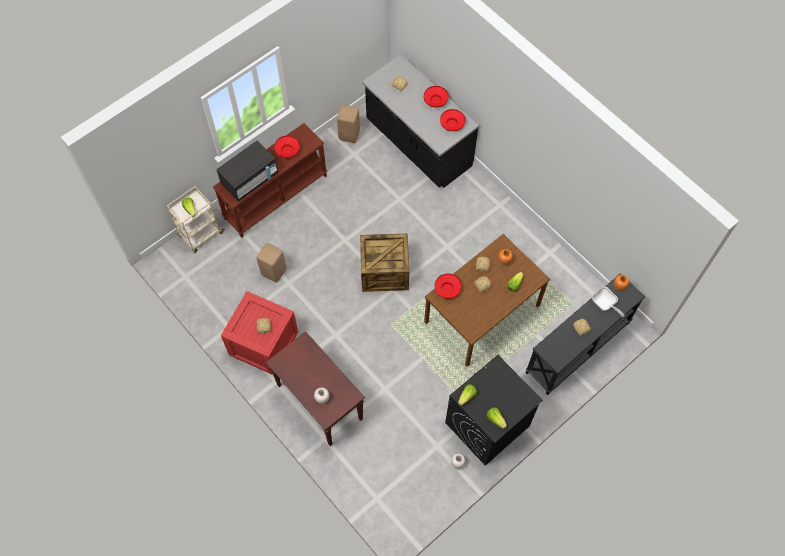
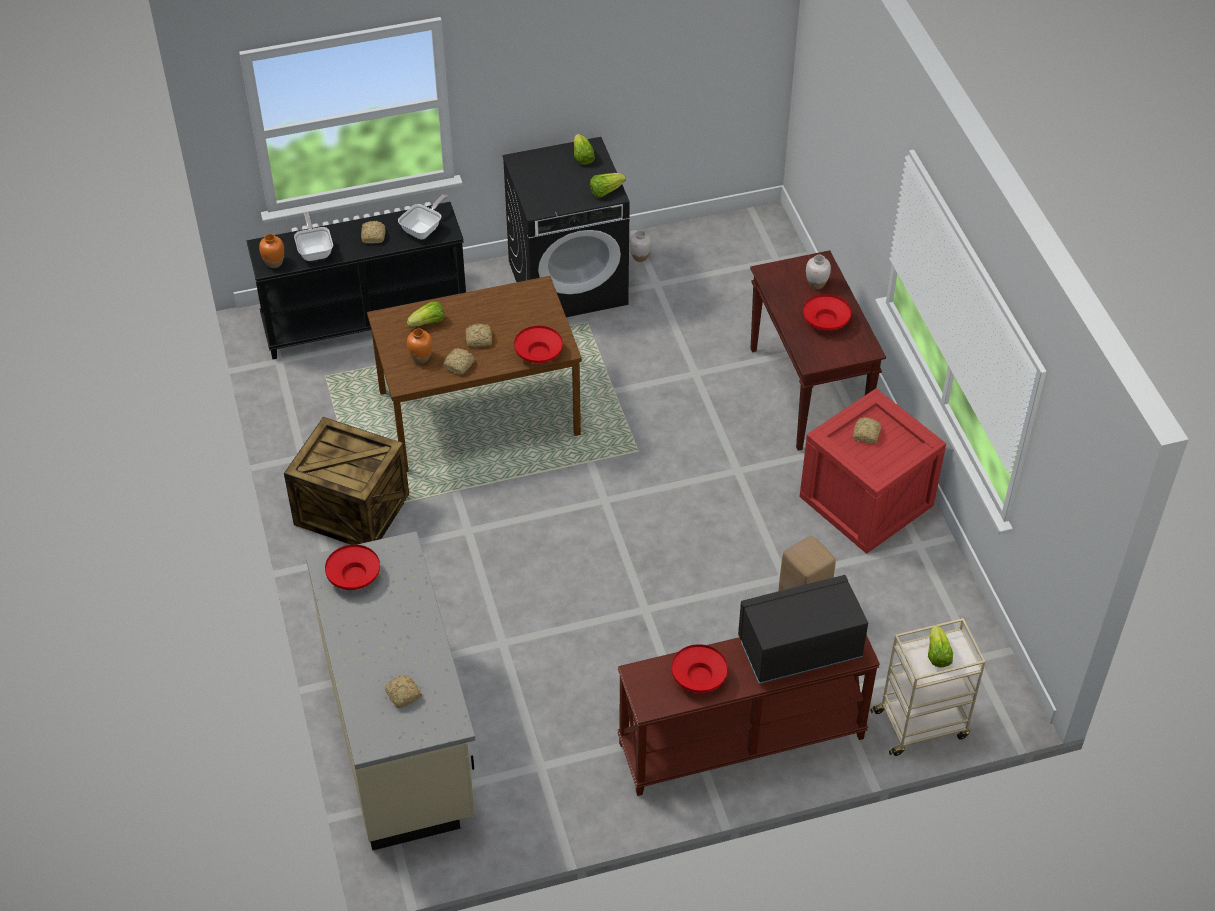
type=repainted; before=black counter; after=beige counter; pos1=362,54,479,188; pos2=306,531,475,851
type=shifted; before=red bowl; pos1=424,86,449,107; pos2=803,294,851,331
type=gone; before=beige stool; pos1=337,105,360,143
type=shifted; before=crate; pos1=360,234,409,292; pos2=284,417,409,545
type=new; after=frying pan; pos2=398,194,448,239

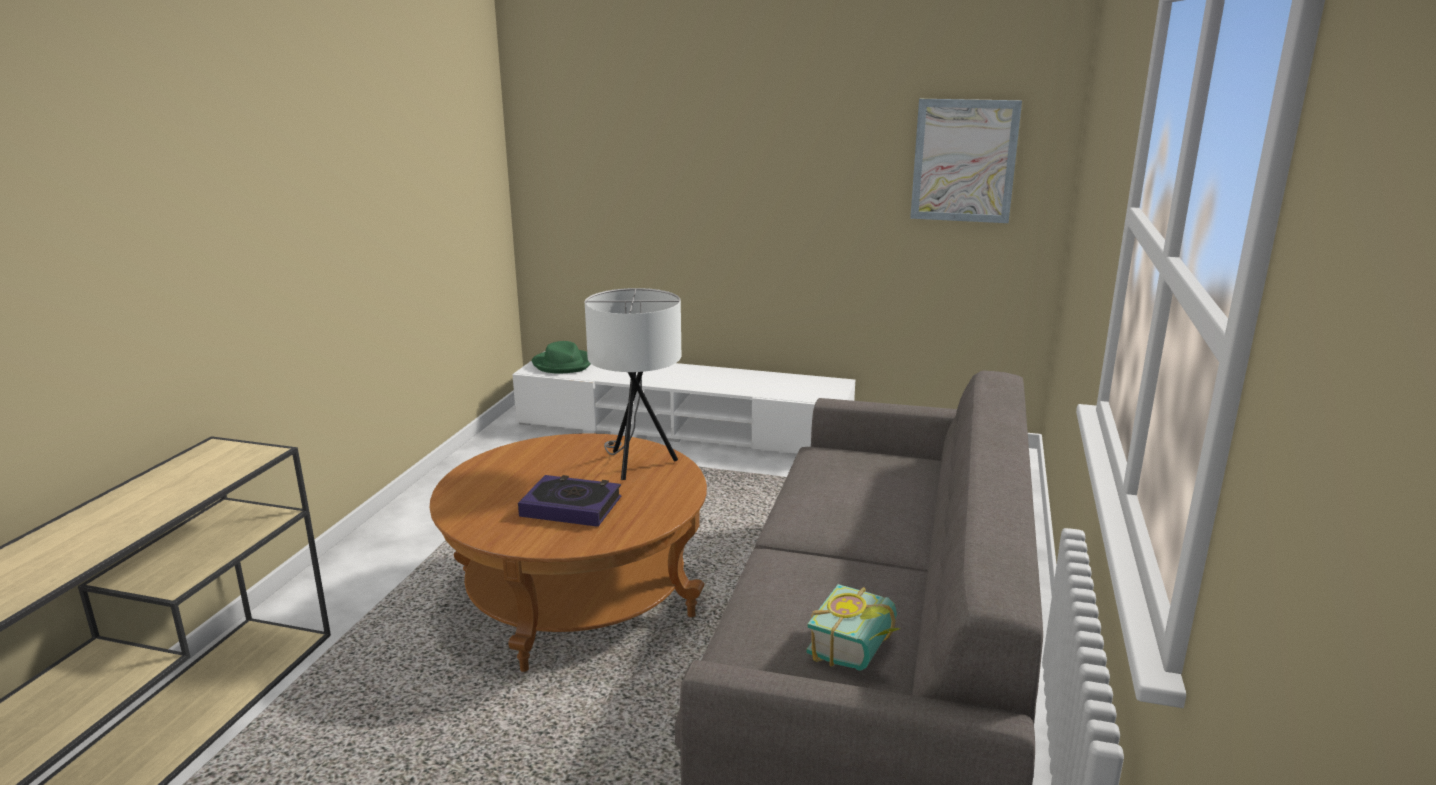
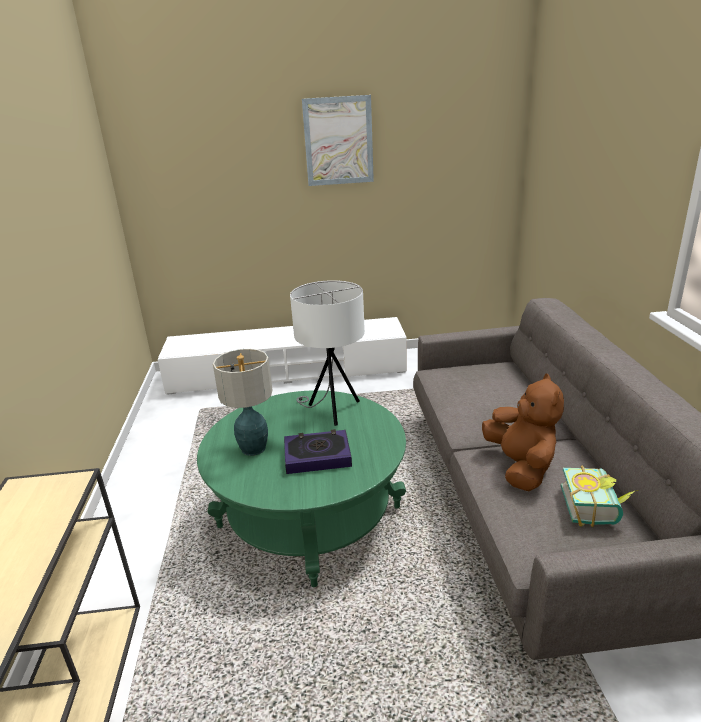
type=shifted; before=picture; pos1=910,99,1022,223; pos2=302,95,374,186
type=gone; before=green hat; pos1=532,341,591,374
type=repainted; before=brown coffee table; after=green coffee table; pos1=430,433,707,672; pos2=197,390,406,587
type=new; after=table lamp; pos2=213,349,273,456
type=new; after=brown plush toy; pos2=482,373,564,491

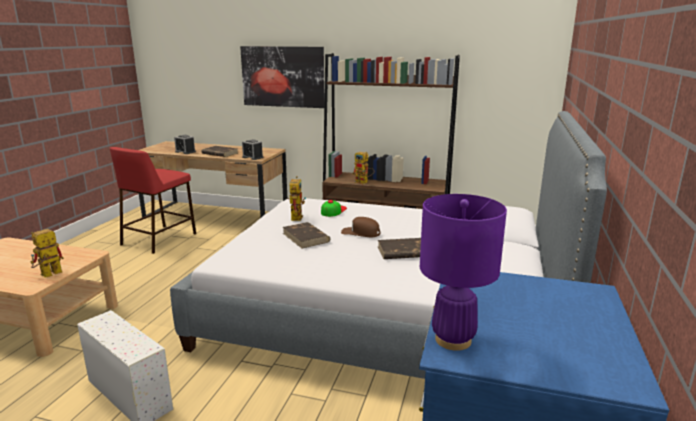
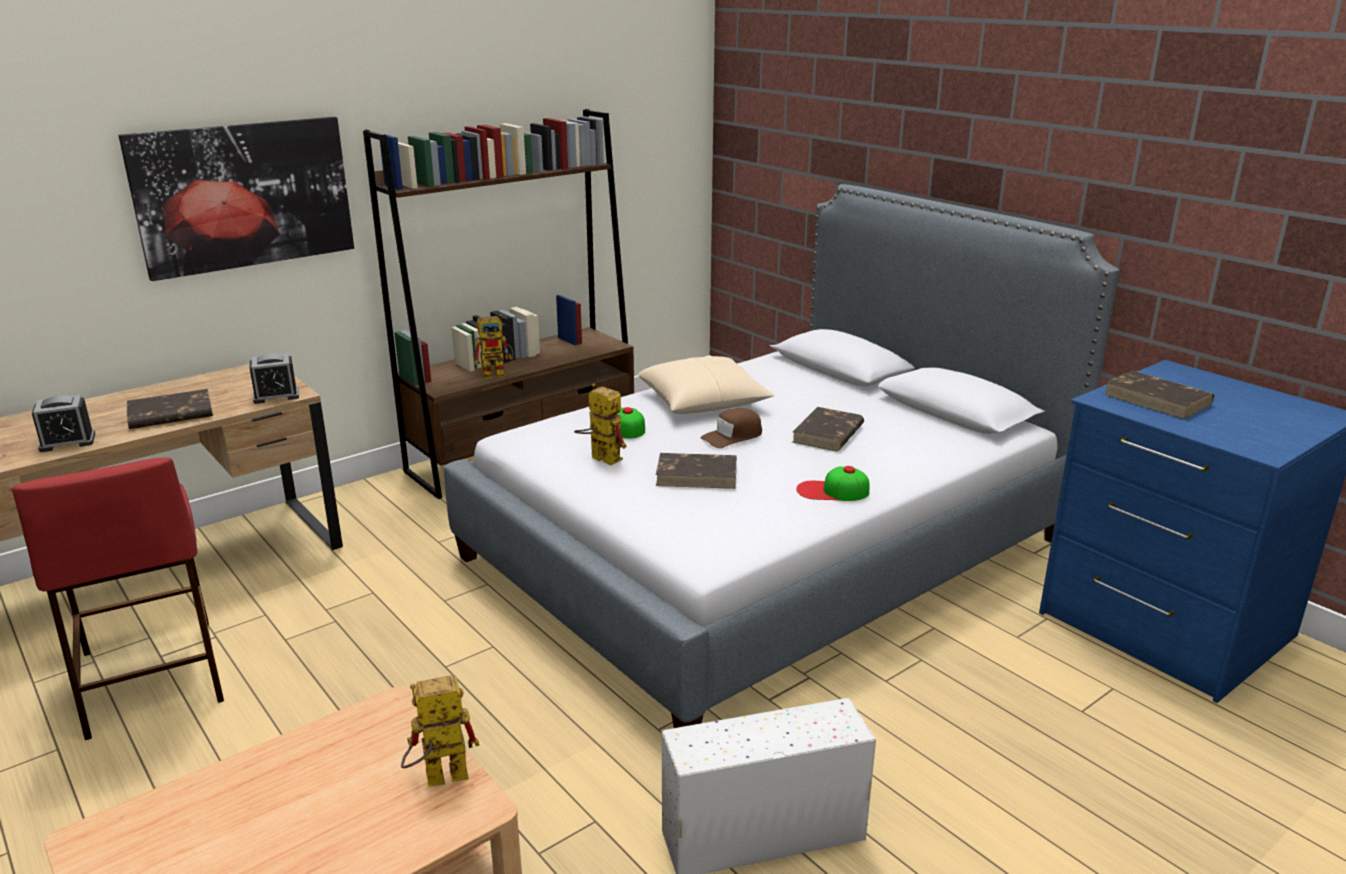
type=gone; before=purple table lamp; pos1=420,194,507,351
type=rotated; before=toy robot; pos1=30,229,64,278; pos2=401,675,479,787; turn=90
type=new; after=beige pillow; pos2=638,356,775,414
type=new; after=brown book; pos2=1104,371,1214,419
type=new; after=cap; pos2=796,466,869,501

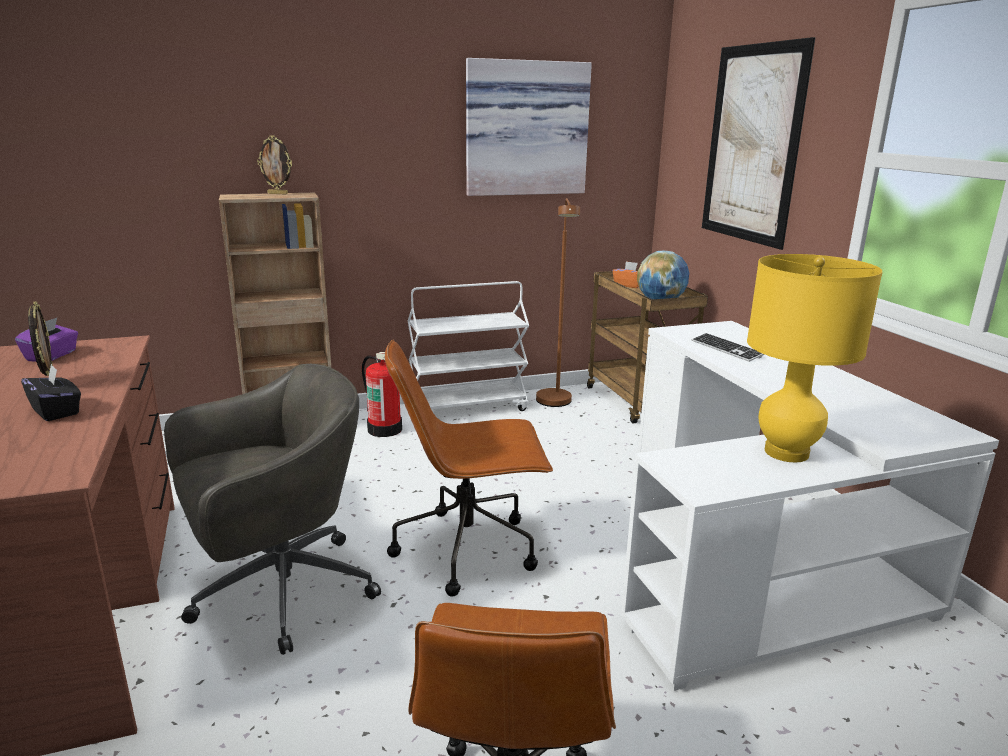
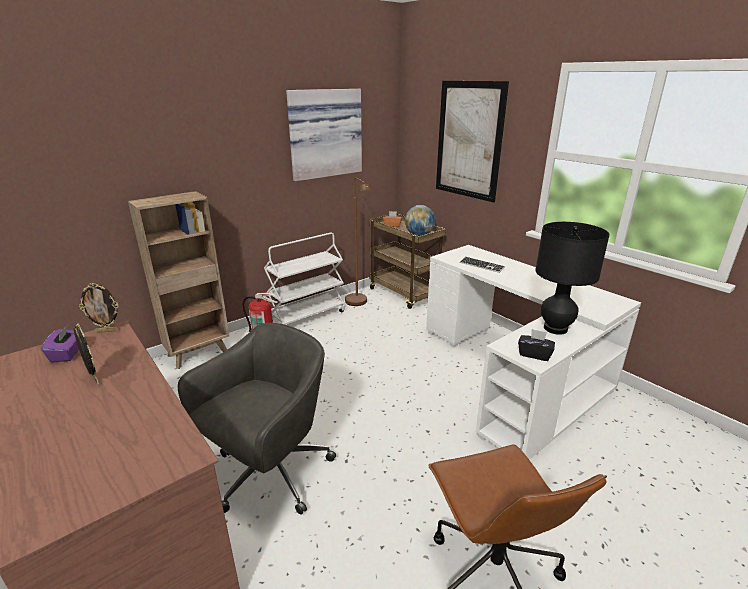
type=shifted; before=picture frame; pos1=257,135,292,194; pos2=79,283,119,333
type=repainted; before=yellow table lamp; after=black table lamp; pos1=747,254,883,463; pos2=535,222,610,335
type=gone; before=brown office chair; pos1=385,340,553,596
type=shifted; before=black tissue box; pos1=21,364,81,421; pos2=518,329,555,361

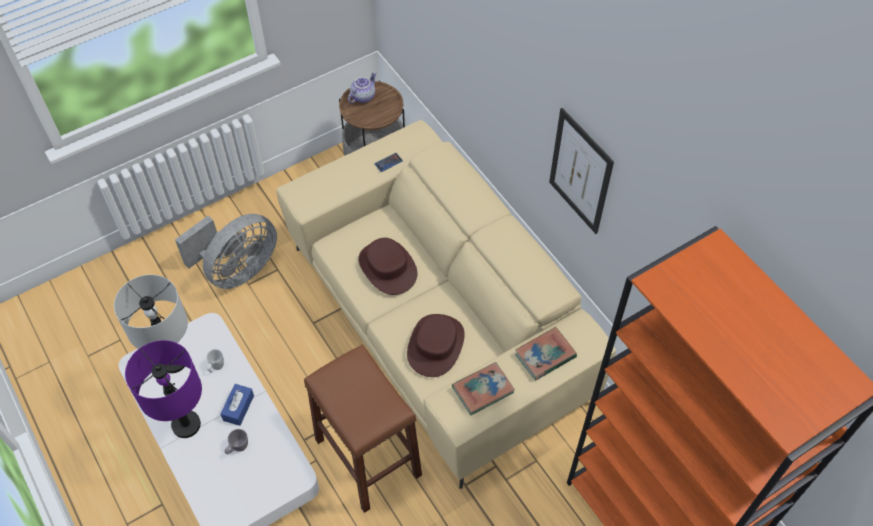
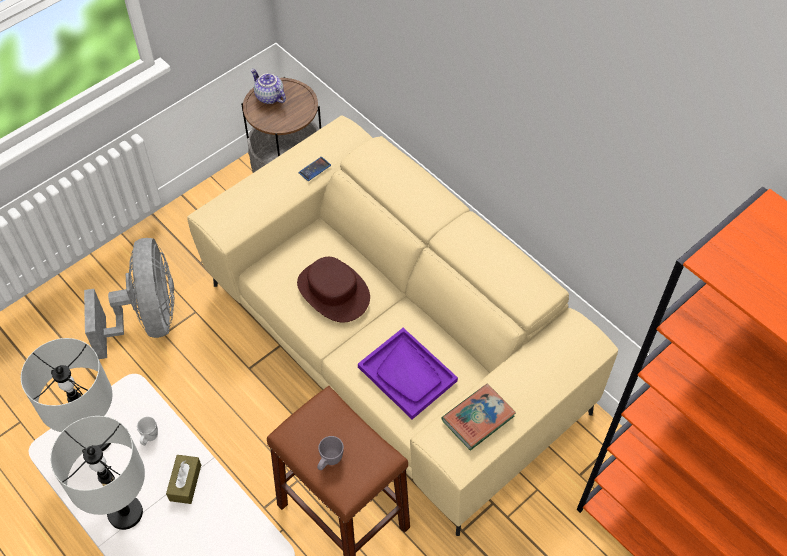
type=rotated; before=teapot; pos1=348,72,376,103; pos2=251,69,286,104; turn=-75
type=gone; before=picture; pos1=549,108,614,234
type=rotated; before=grey fan; pos1=175,214,277,289; pos2=84,238,175,359; turn=-45
type=swapped; before=brown hat; after=purple tray; pos1=407,314,465,377; pos2=358,328,458,419
type=gone; before=book; pos1=515,327,577,381
type=repainted; before=purple table lamp; after=grey table lamp; pos1=125,340,202,438; pos2=50,416,145,530
type=repainted; before=blue tissue box; after=brown tissue box; pos1=221,384,254,426; pos2=166,455,201,504
type=shifted; before=grey mug; pos1=225,429,248,454; pos2=317,436,344,470

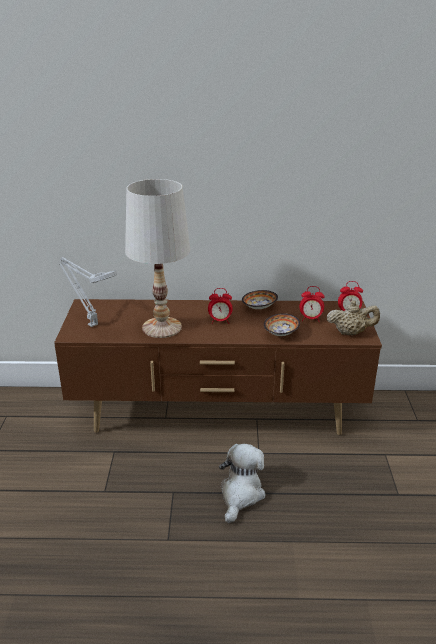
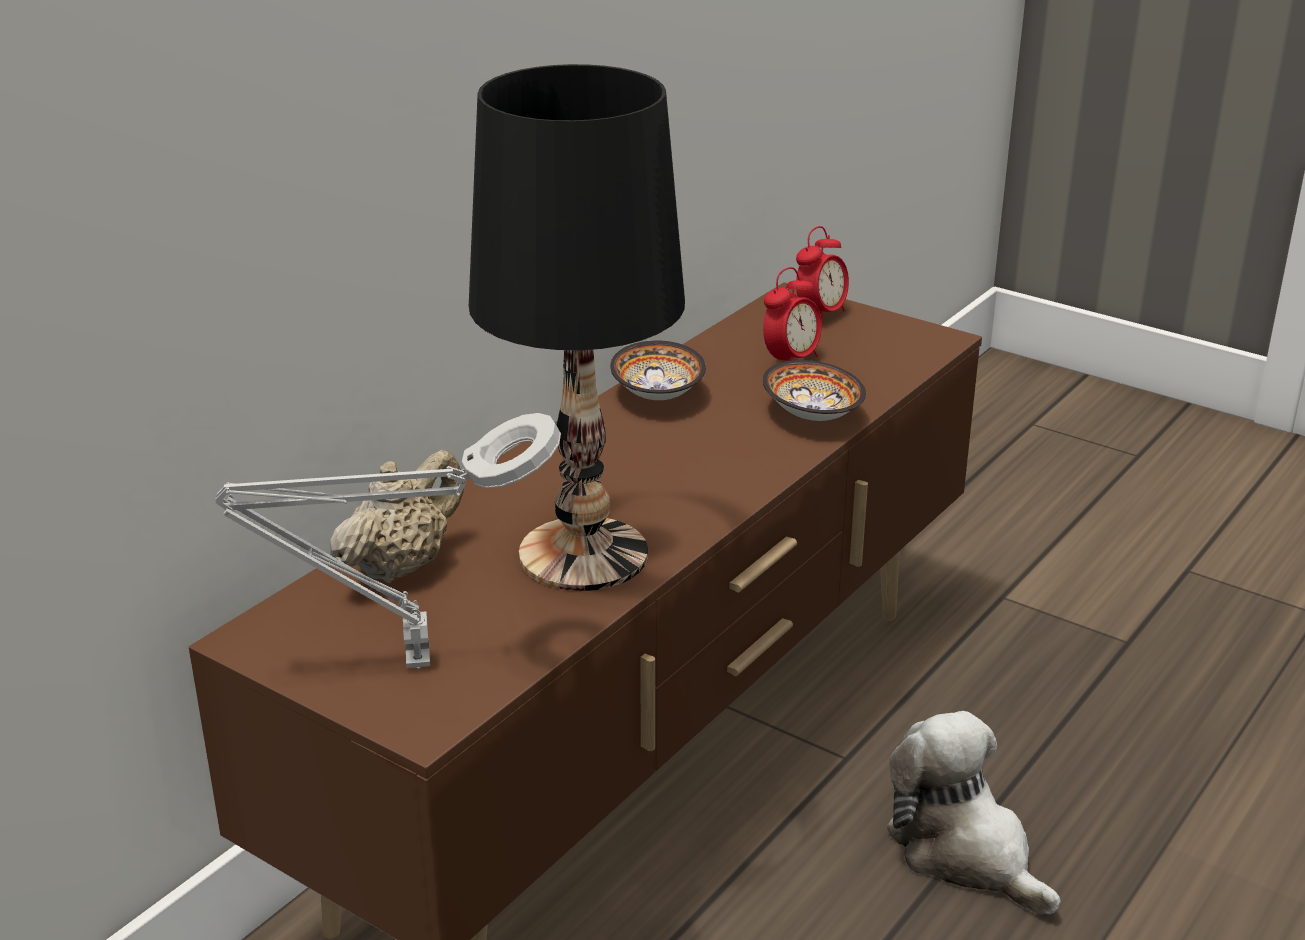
type=repainted; before=white table lamp; after=black table lamp; pos1=125,179,190,338; pos2=469,64,685,591
type=gone; before=alarm clock; pos1=208,288,233,324
type=shifted; before=beige teapot; pos1=327,300,380,335; pos2=330,450,464,583

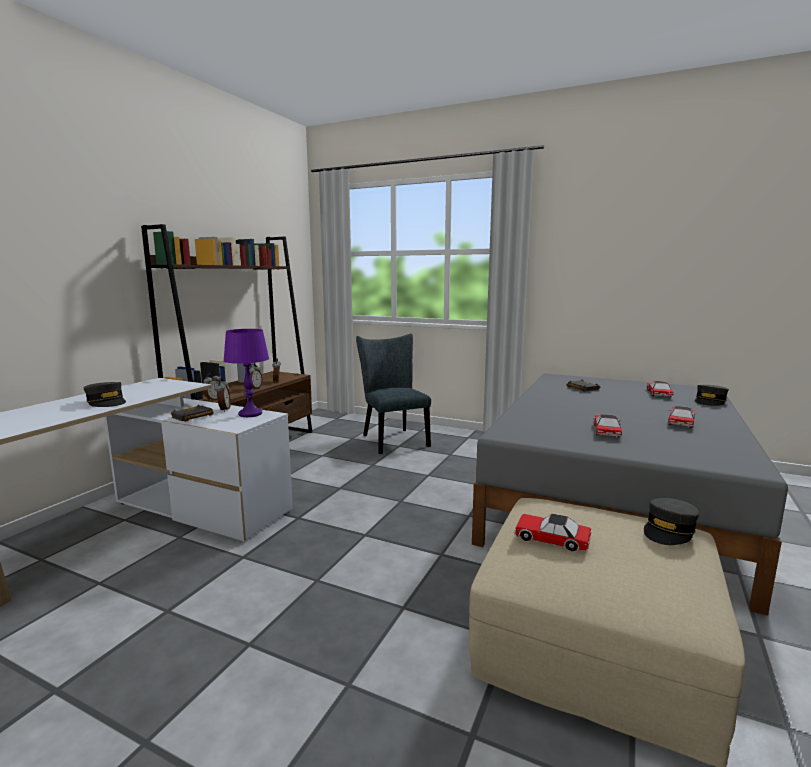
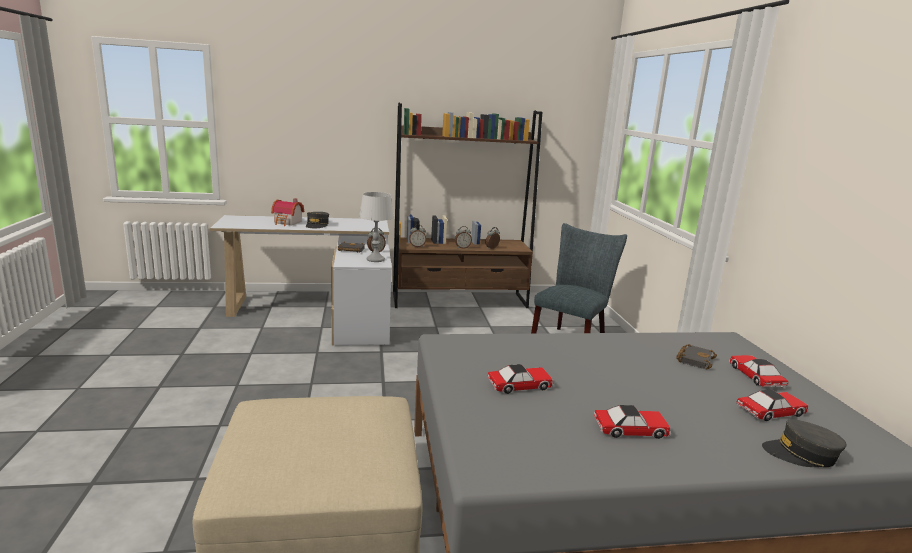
type=repainted; before=purple table lamp; after=grey table lamp; pos1=223,329,269,417; pos2=359,192,394,262
type=gone; before=grey cap; pos1=644,498,700,545
type=shifted; before=toy car; pos1=514,514,592,551; pos2=729,355,788,388
type=new; after=toy house; pos2=271,198,304,226

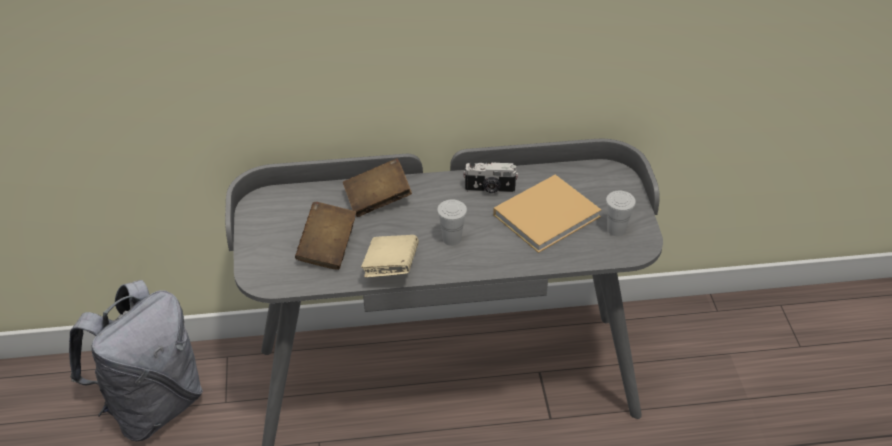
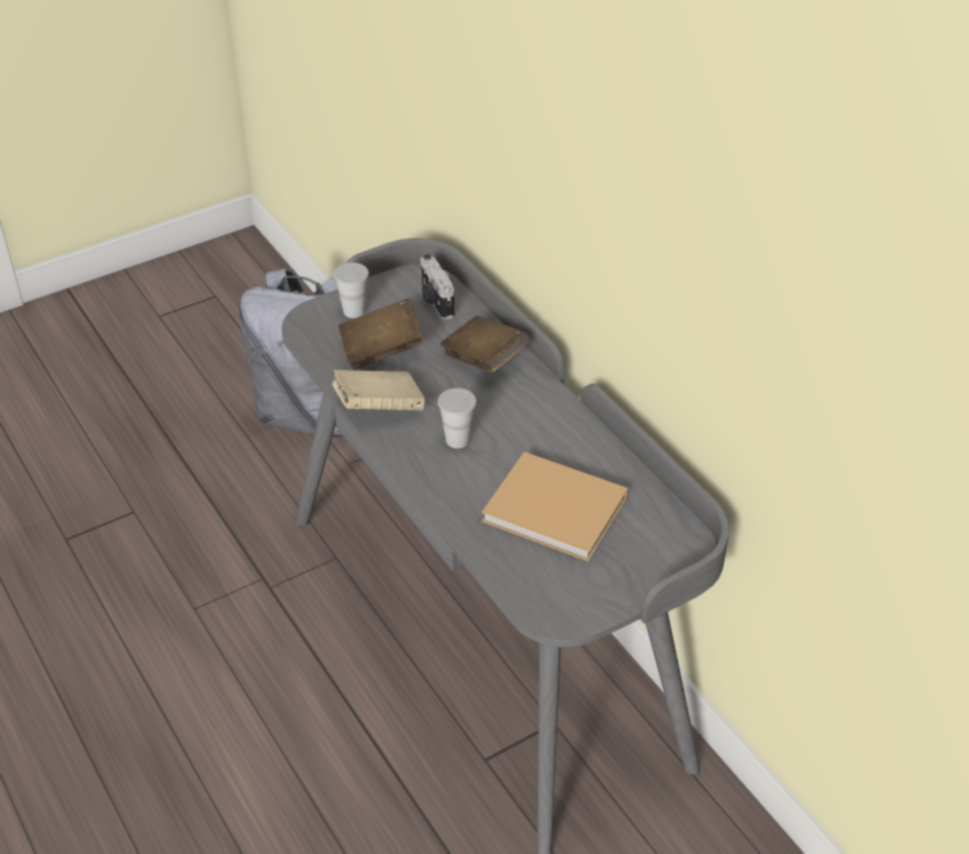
type=shifted; before=photo camera; pos1=463,162,518,194; pos2=421,254,454,320
type=shifted; before=white cup; pos1=606,191,636,236; pos2=334,262,369,318

